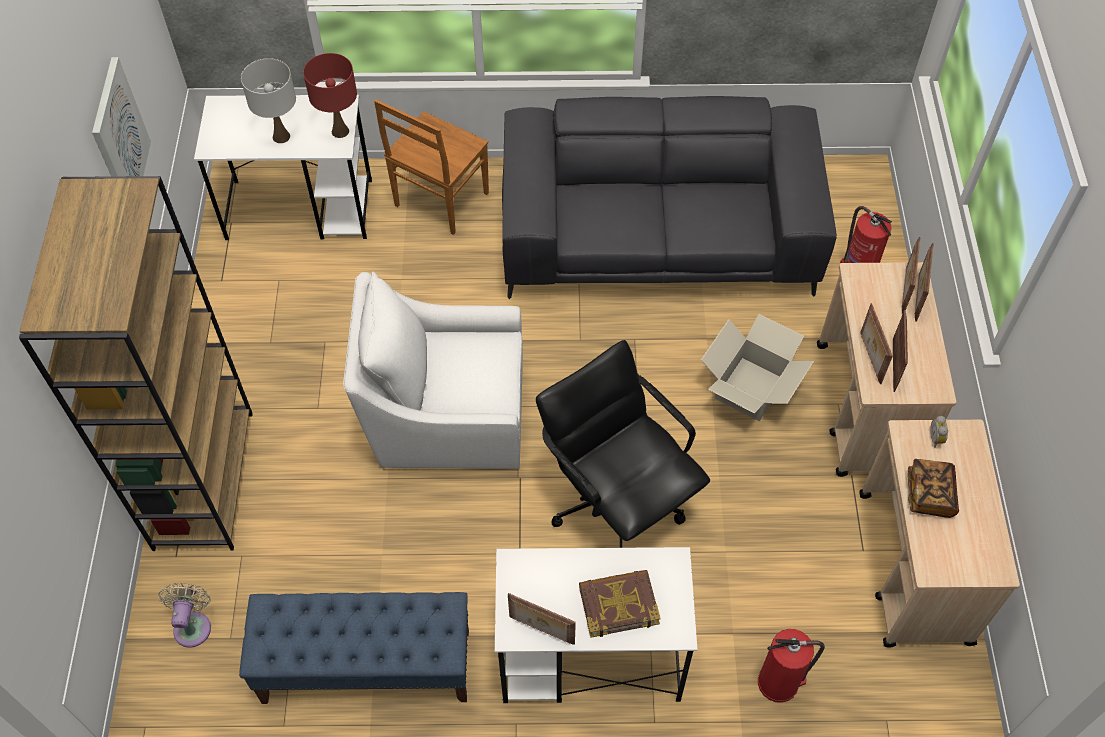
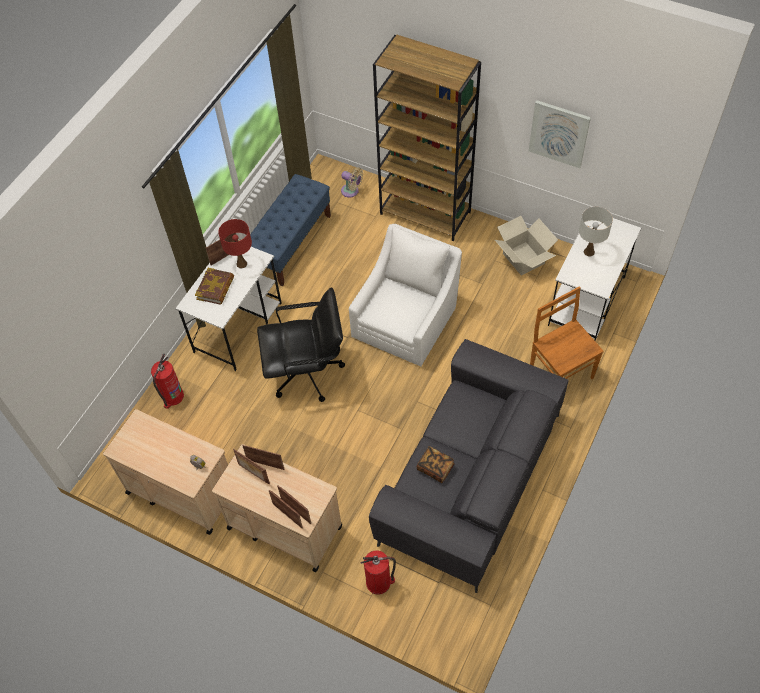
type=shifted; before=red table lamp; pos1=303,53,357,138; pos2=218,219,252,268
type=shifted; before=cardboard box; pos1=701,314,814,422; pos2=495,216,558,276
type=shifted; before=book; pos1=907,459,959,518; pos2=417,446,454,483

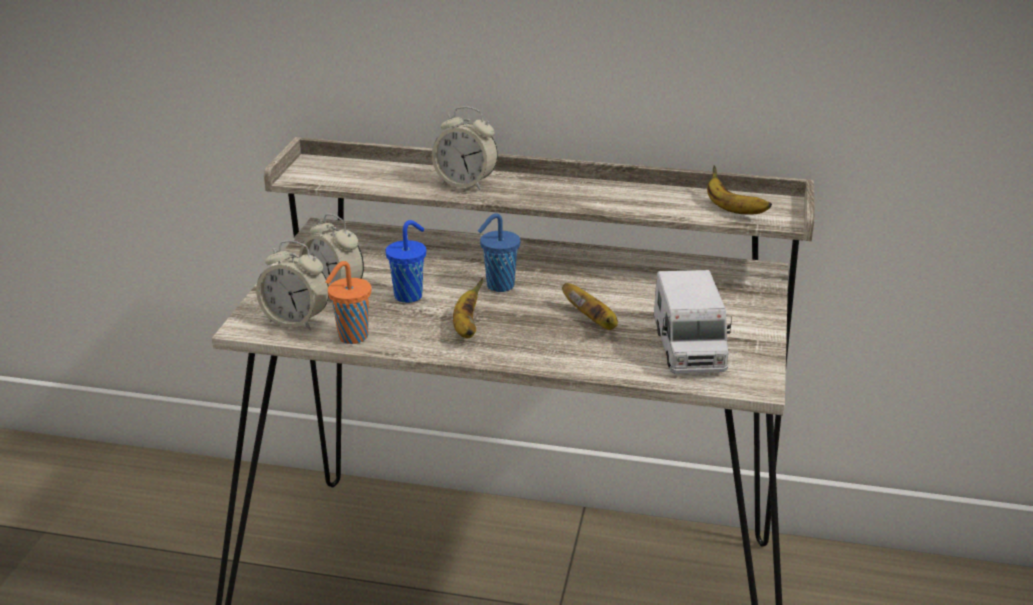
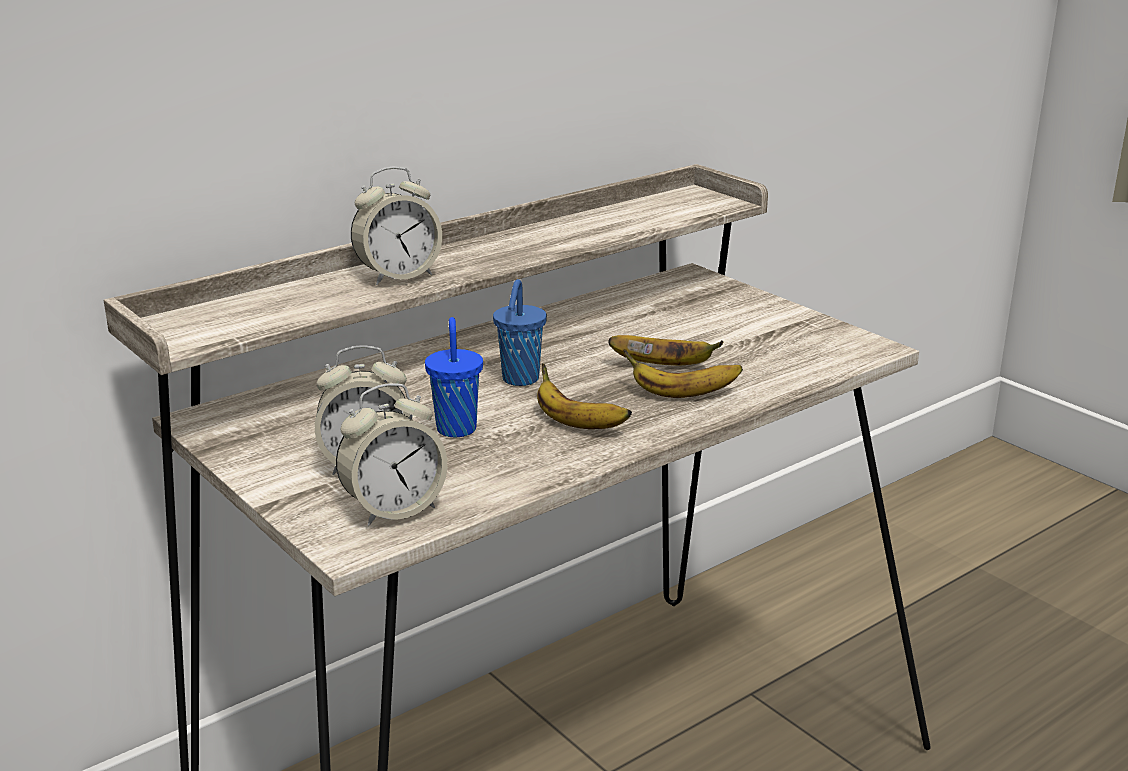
type=shifted; before=banana; pos1=707,165,772,215; pos2=623,349,743,398
type=gone; before=orange cup; pos1=325,261,371,344
type=gone; before=toy truck; pos1=653,270,732,374

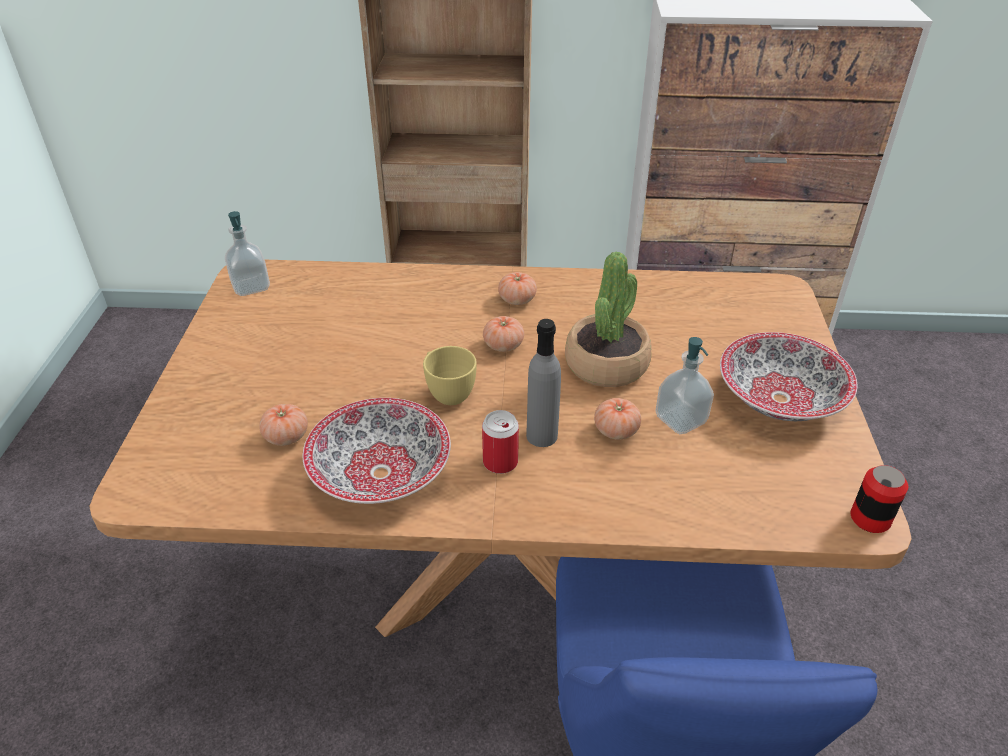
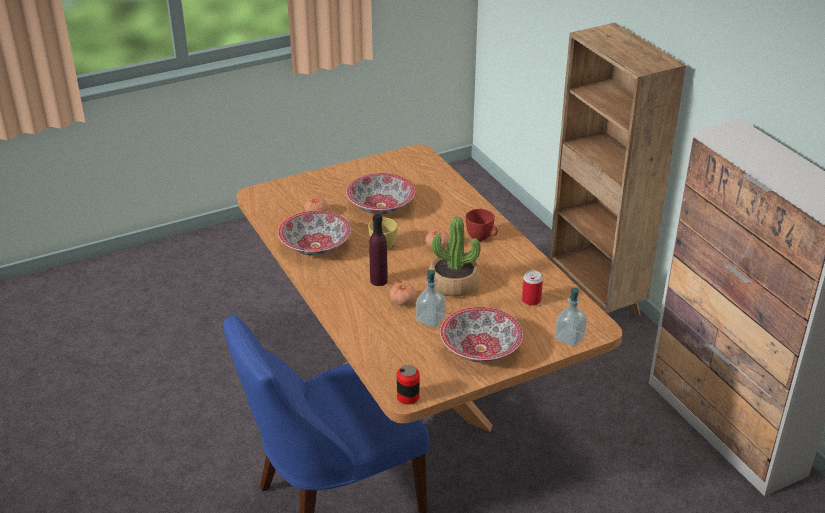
type=shifted; before=soap dispenser; pos1=225,211,270,296; pos2=555,288,587,347
type=swapped; before=tomato; after=red cup; pos1=498,272,537,305; pos2=466,209,498,241
type=repainted; before=grey bottle; after=purple bottle; pos1=526,319,561,447; pos2=369,214,388,286
type=shifted; before=can; pos1=482,410,519,474; pos2=522,270,543,306
type=new; after=bowl; pos2=346,173,415,214

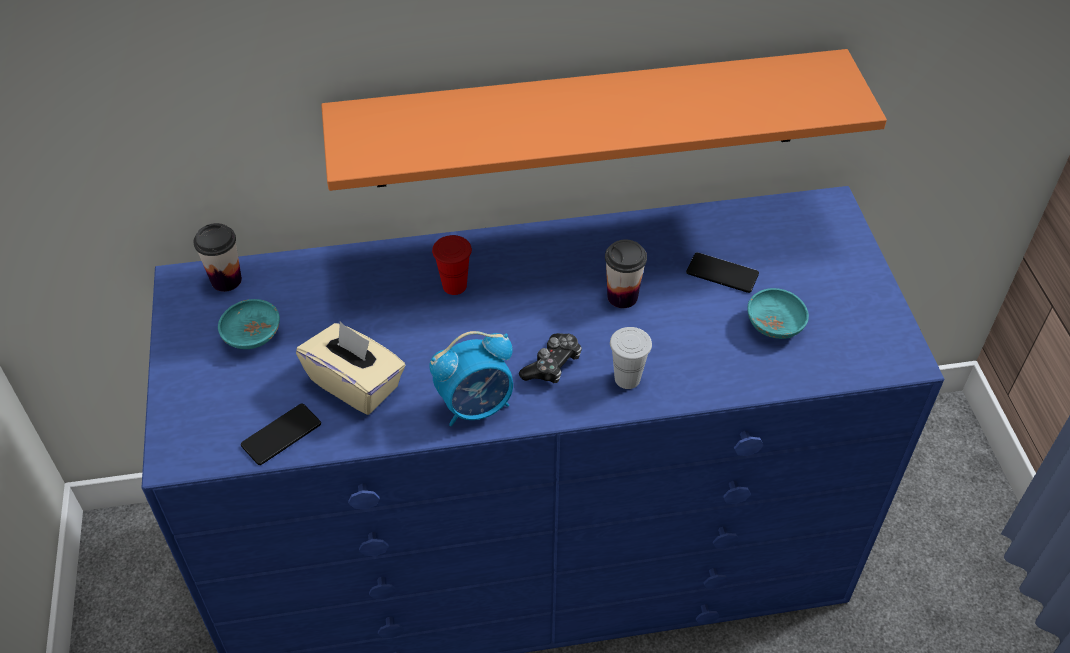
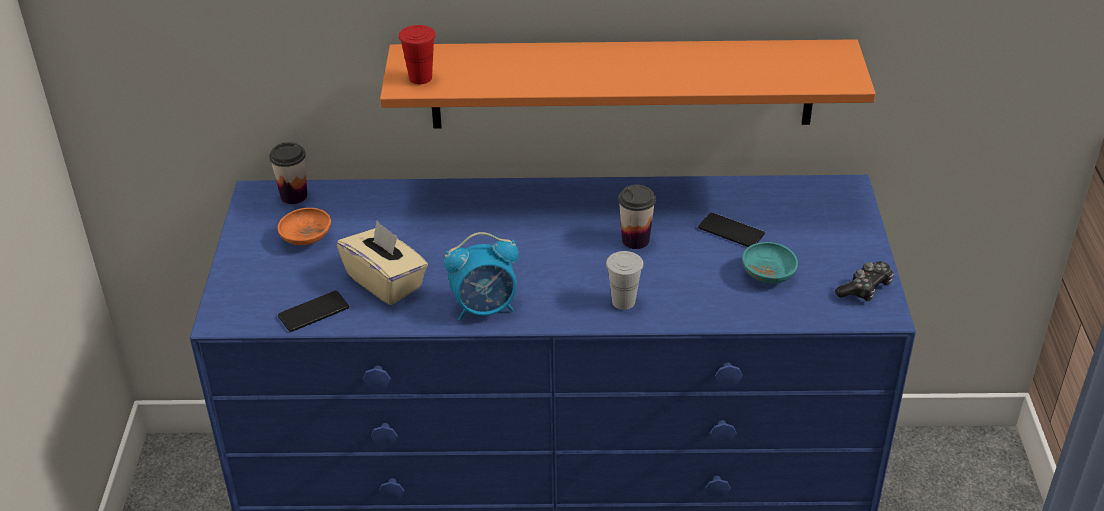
type=shifted; before=red cup; pos1=432,235,472,295; pos2=399,25,436,84
type=repainted; before=turquoise bowl; after=orange bowl; pos1=218,299,280,349; pos2=277,208,331,245
type=shifted; before=game controller; pos1=519,333,582,383; pos2=835,261,894,301

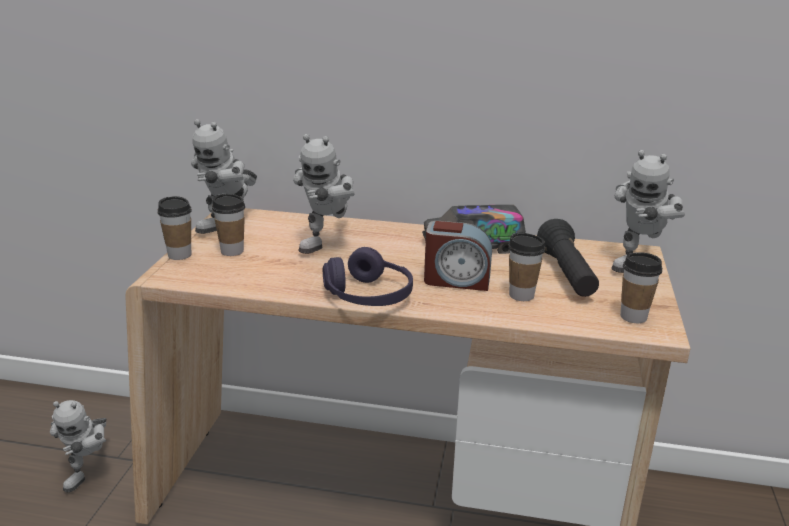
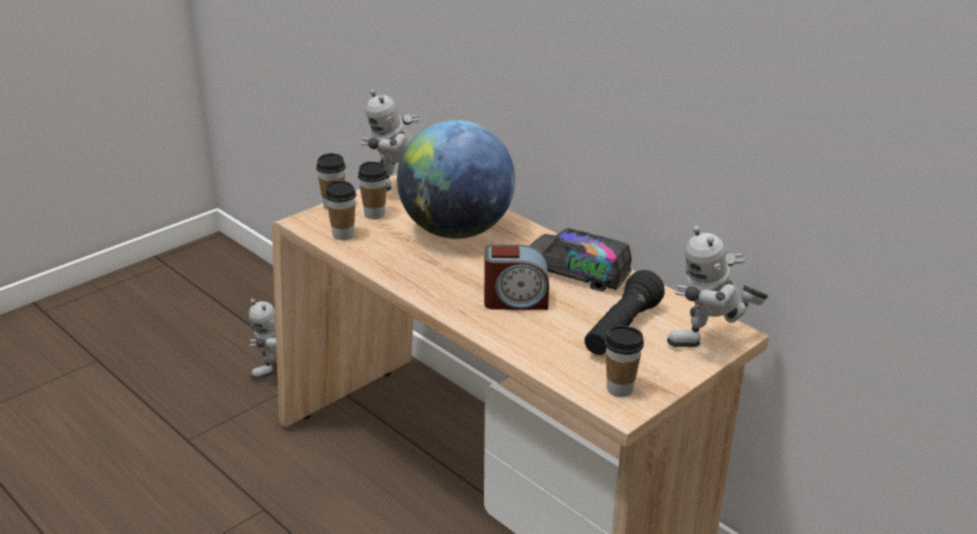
type=swapped; before=toy robot; after=globe; pos1=293,134,354,254; pos2=397,120,515,239
type=rotated; before=alarm clock; pos1=424,221,492,291; pos2=484,245,549,310; turn=-45
type=shifted; before=cup; pos1=508,233,545,301; pos2=325,181,356,240
type=gone; before=purple headphones; pos1=323,247,413,306

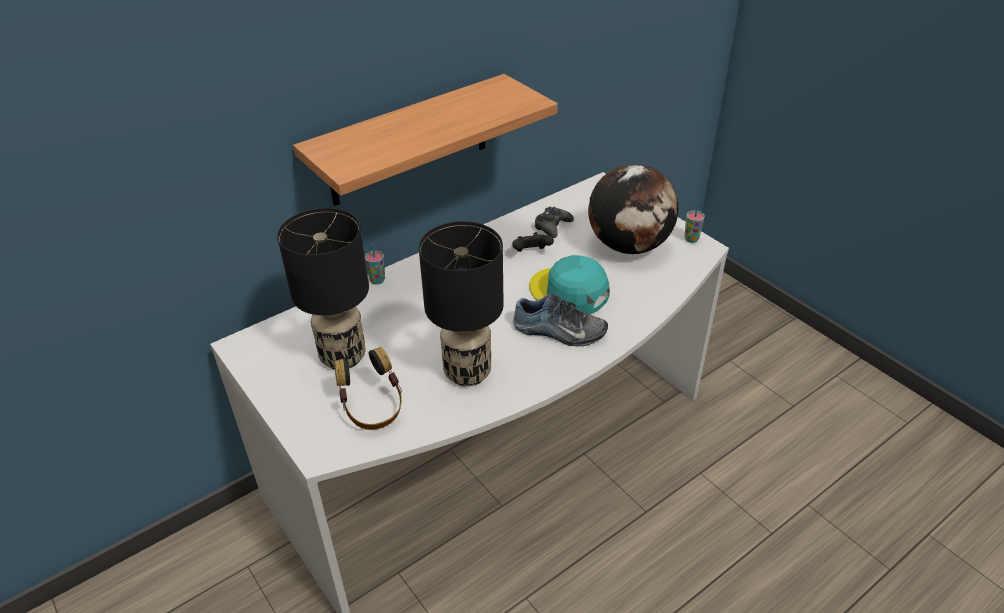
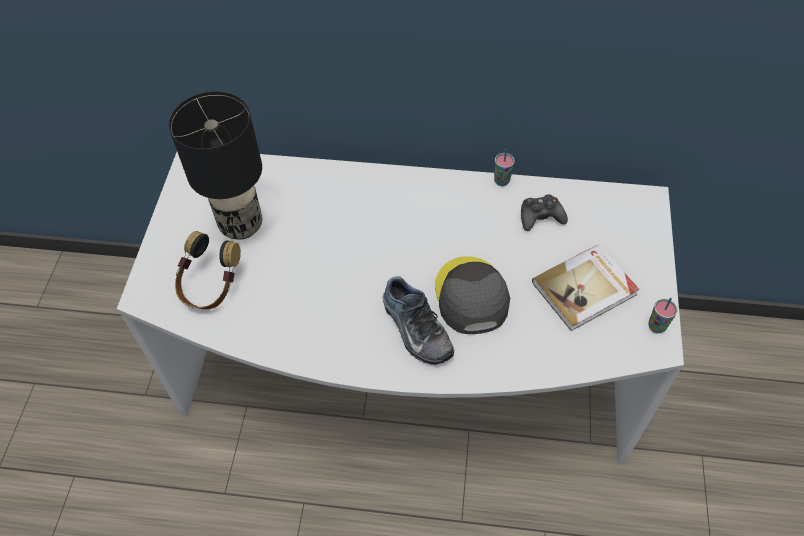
type=gone; before=shelf; pos1=293,74,558,206
type=swapped; before=globe; after=book; pos1=588,164,679,254; pos2=532,244,640,331
type=gone; before=black table lamp; pos1=419,221,504,386
type=gone; before=black game controller; pos1=512,232,554,252
type=shifted; before=cup; pos1=365,243,385,285; pos2=494,148,515,186
type=repainted; before=turquoise cap; after=grey cap; pos1=529,255,609,314; pos2=435,256,510,334

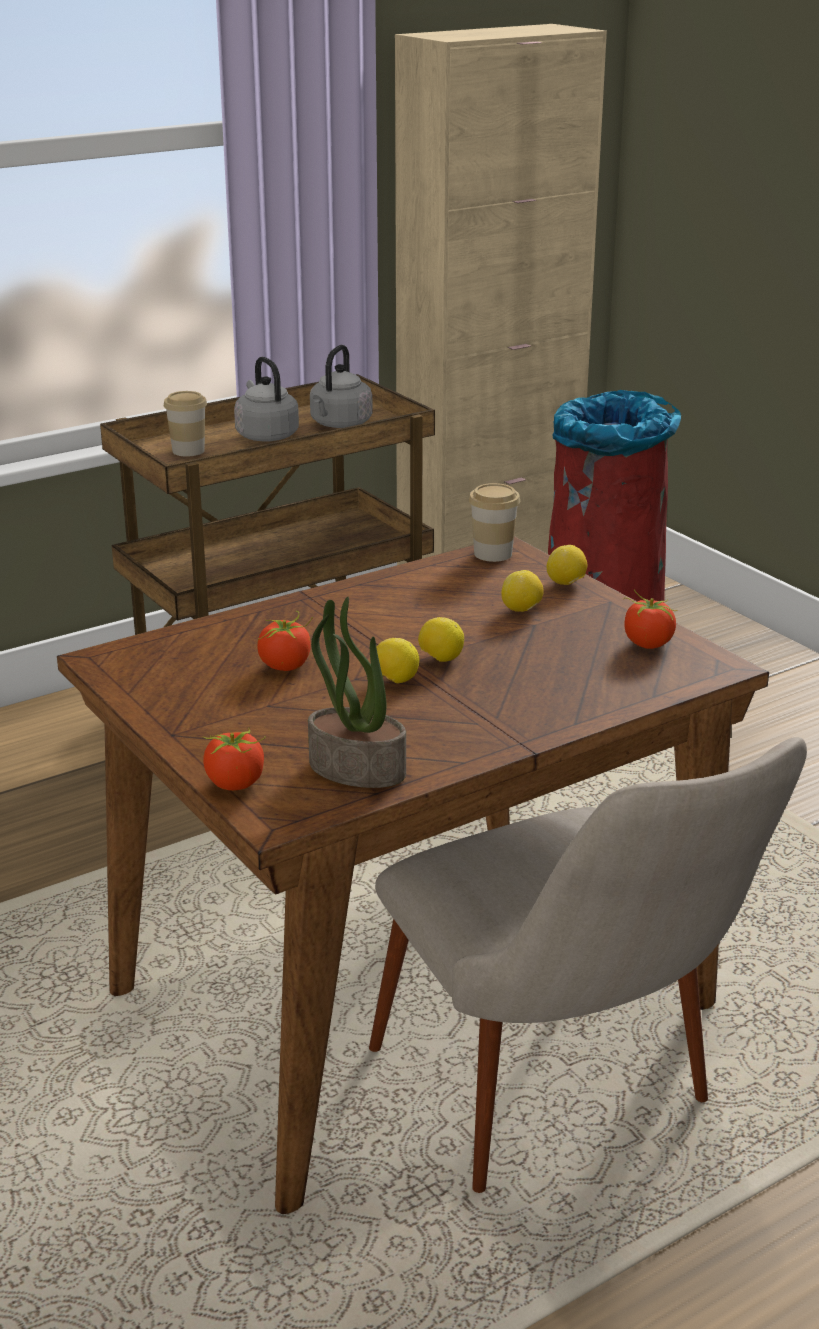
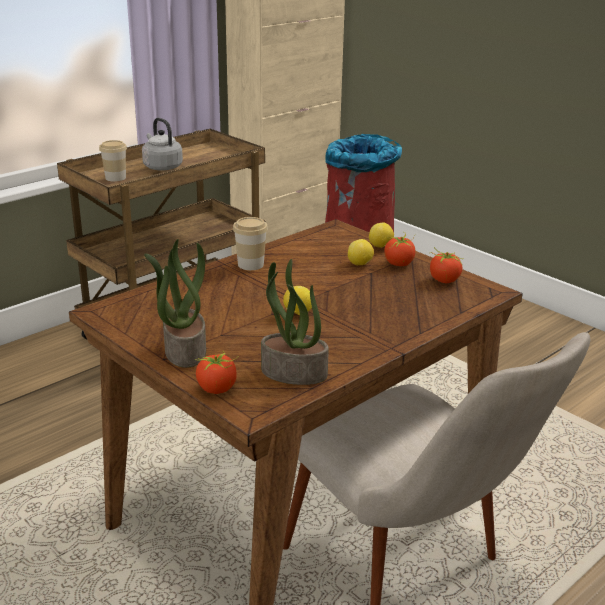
type=gone; before=grey kettle; pos1=310,345,373,428
type=shifted; before=cup; pos1=469,483,520,562; pos2=233,217,268,270
type=shifted; before=tomato; pos1=257,611,313,671; pos2=384,233,416,266
type=gone; before=lemon; pos1=418,617,464,662
type=new; after=potted plant; pos2=144,239,206,368

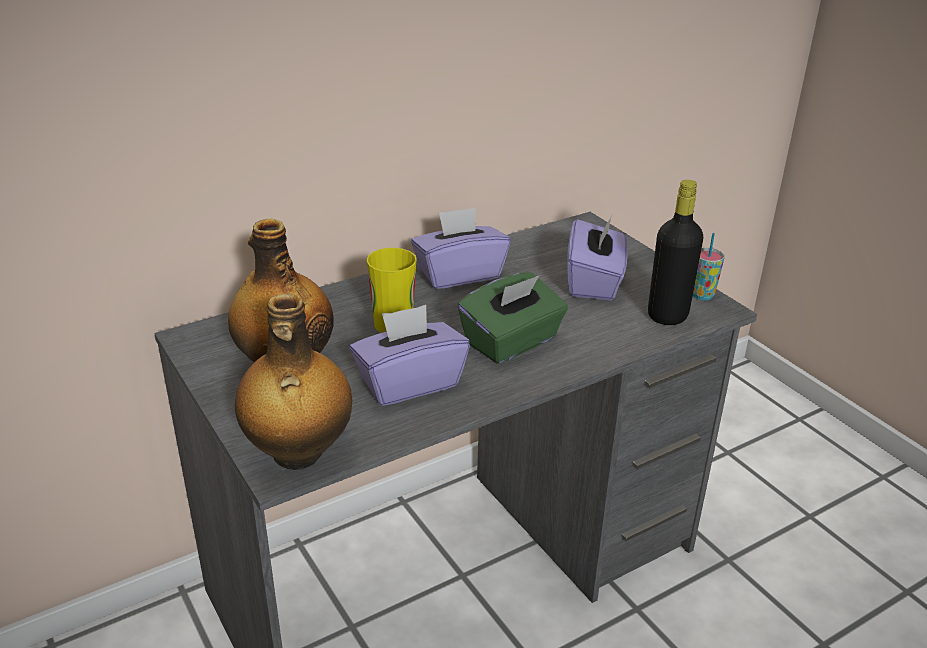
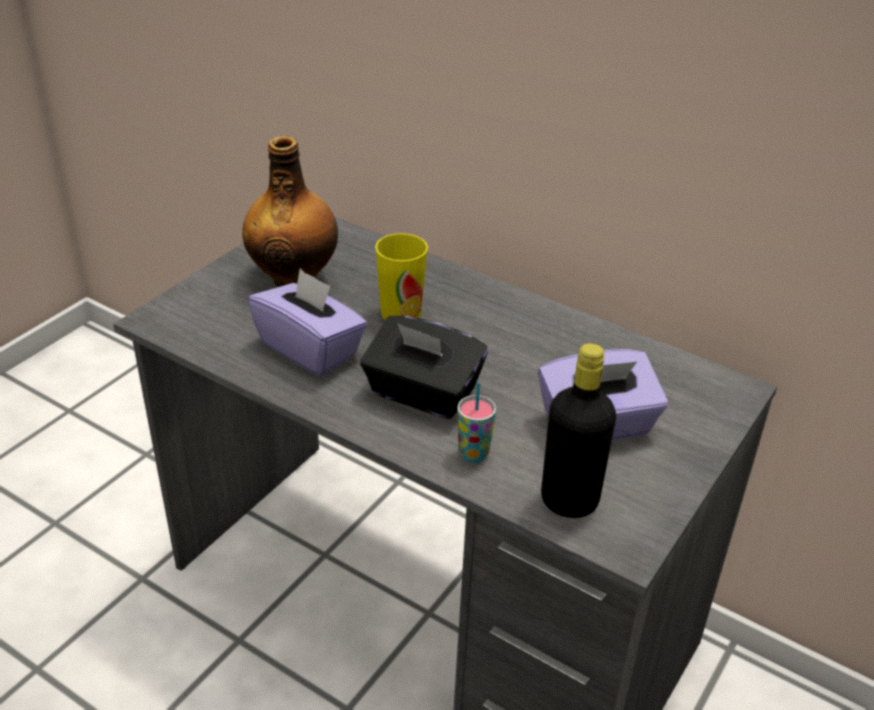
type=gone; before=purple tissue box; pos1=411,207,510,289
type=shifted; before=cup; pos1=693,233,725,300; pos2=457,382,496,463
type=repainted; before=green tissue box; after=black tissue box; pos1=457,272,568,364; pos2=360,316,488,419
type=gone; before=bottle; pos1=235,294,352,470

